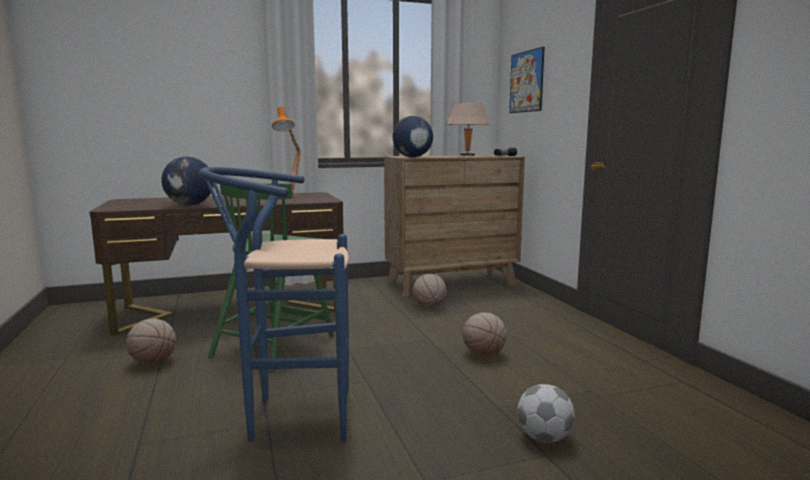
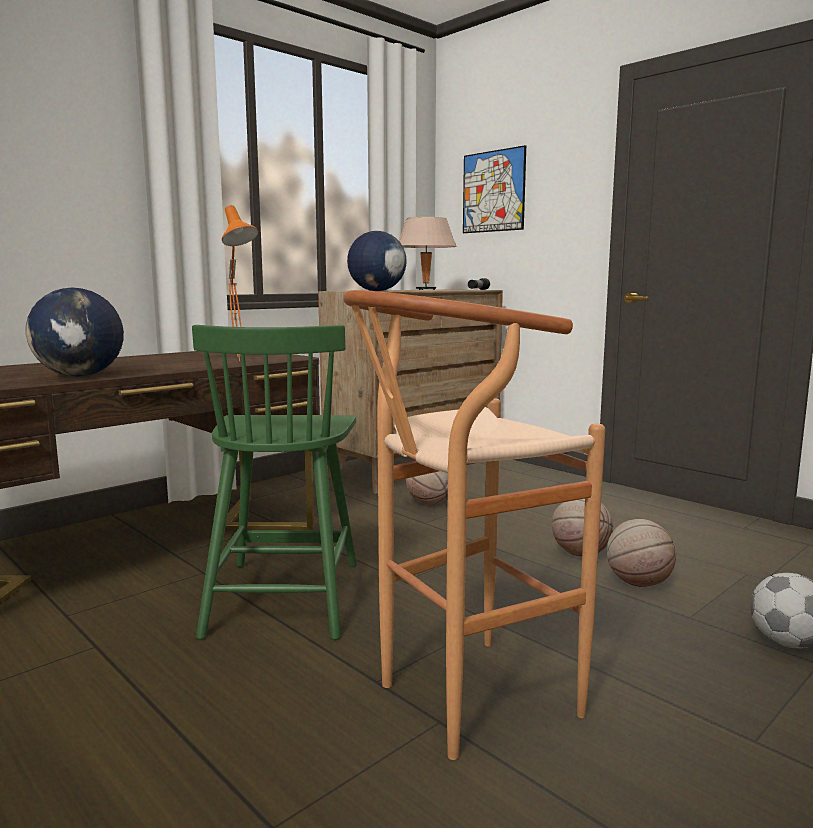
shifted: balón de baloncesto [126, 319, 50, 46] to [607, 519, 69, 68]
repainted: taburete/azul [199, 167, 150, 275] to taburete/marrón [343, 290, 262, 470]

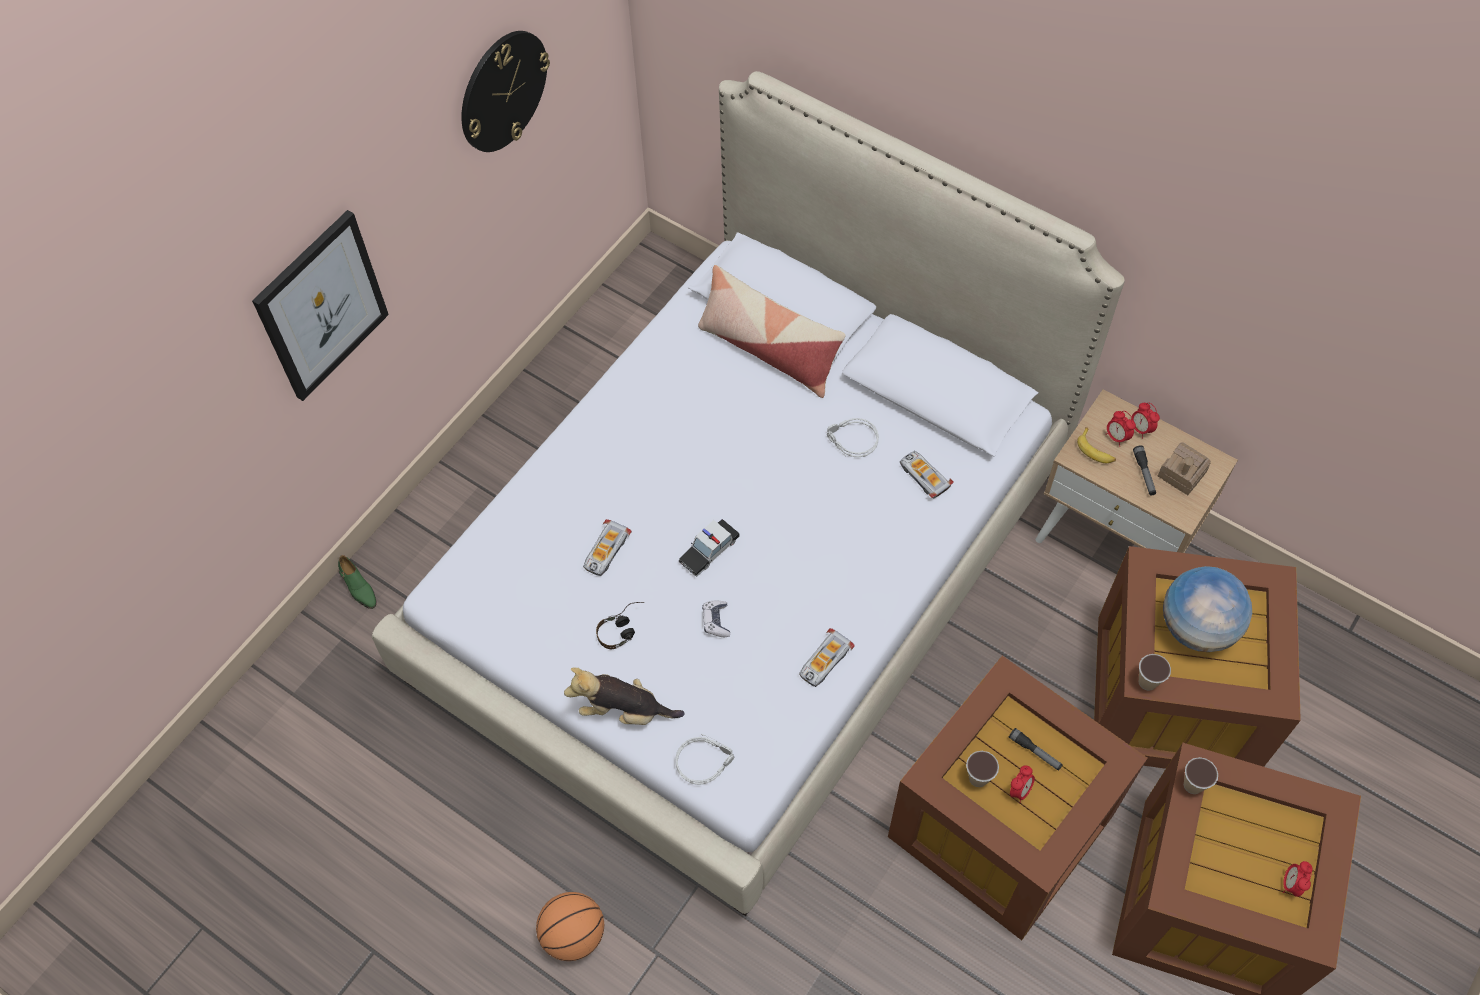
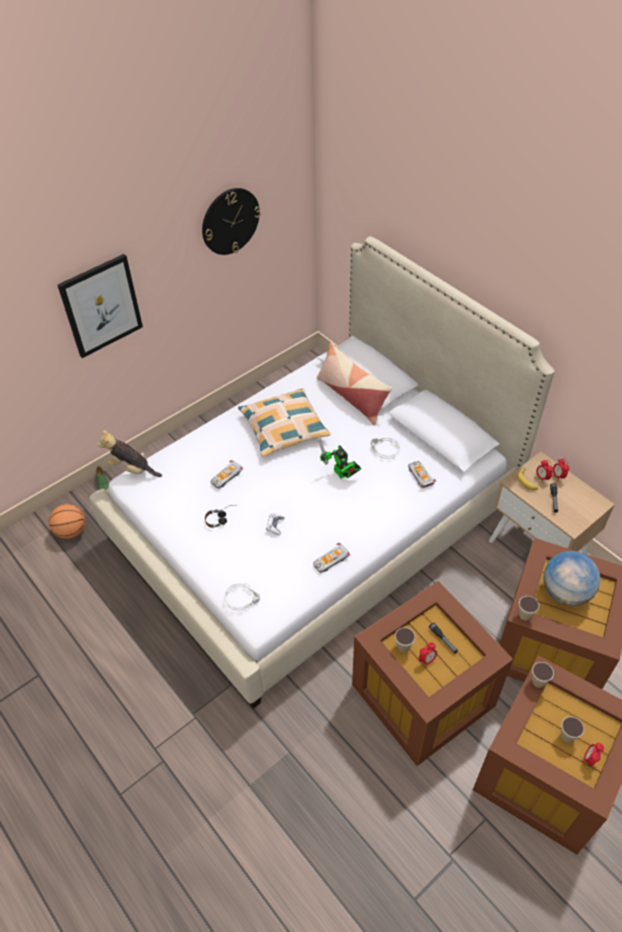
gone: coche de juguete [679, 519, 60, 58]; casita [1158, 442, 53, 53]
new: cojín [238, 388, 93, 68]; robot de juguete [318, 439, 43, 40]; taza [561, 716, 23, 27]
shifted: balón de baloncesto [536, 892, 68, 69] to [49, 504, 37, 35]; peluche [564, 667, 121, 58] to [97, 430, 65, 47]

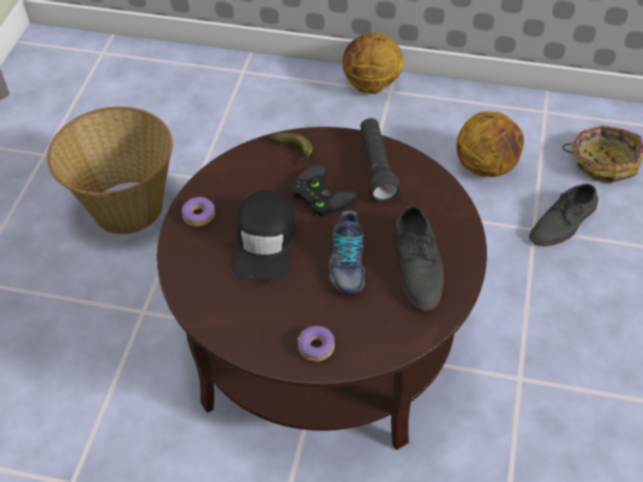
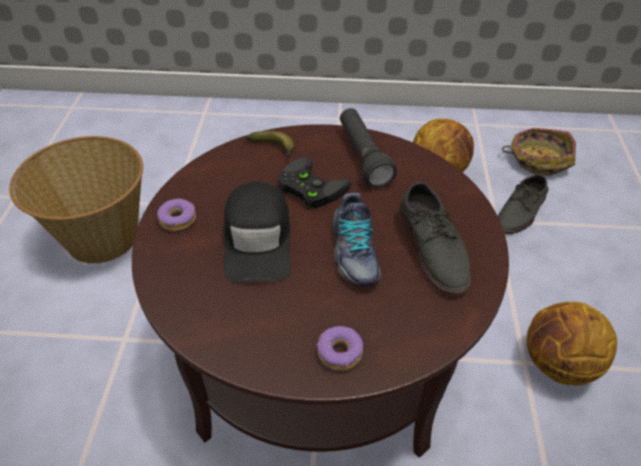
shifted: balón de baloncesto [342, 33, 61, 61] to [526, 302, 91, 84]

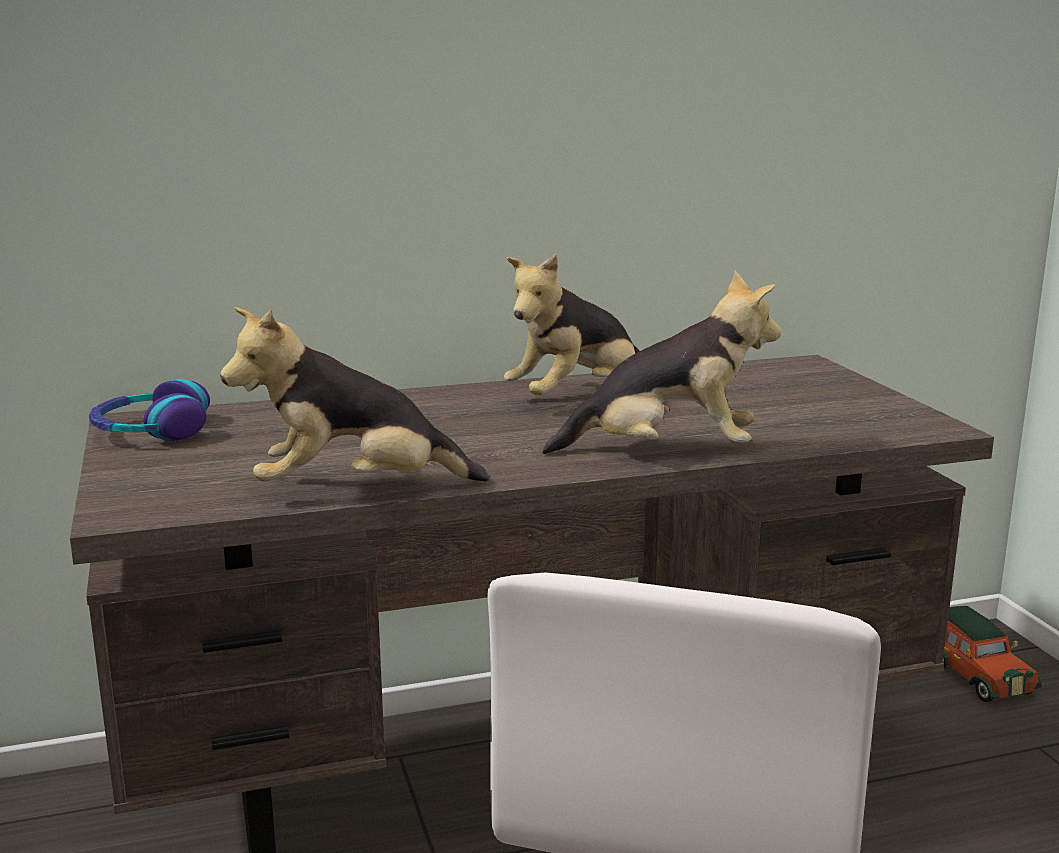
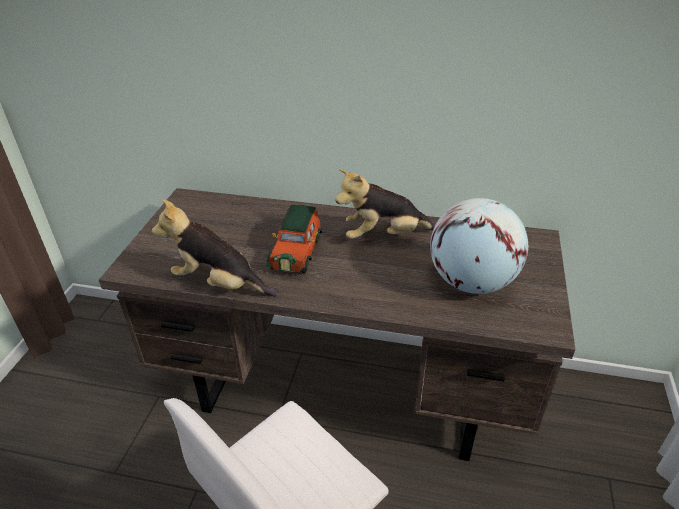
gone: auriculares [89, 379, 121, 62]; peluche [542, 271, 239, 183]
new: globo terráqueo [430, 198, 98, 96]
shifted: coche de juguete [943, 606, 99, 96] to [266, 205, 56, 68]

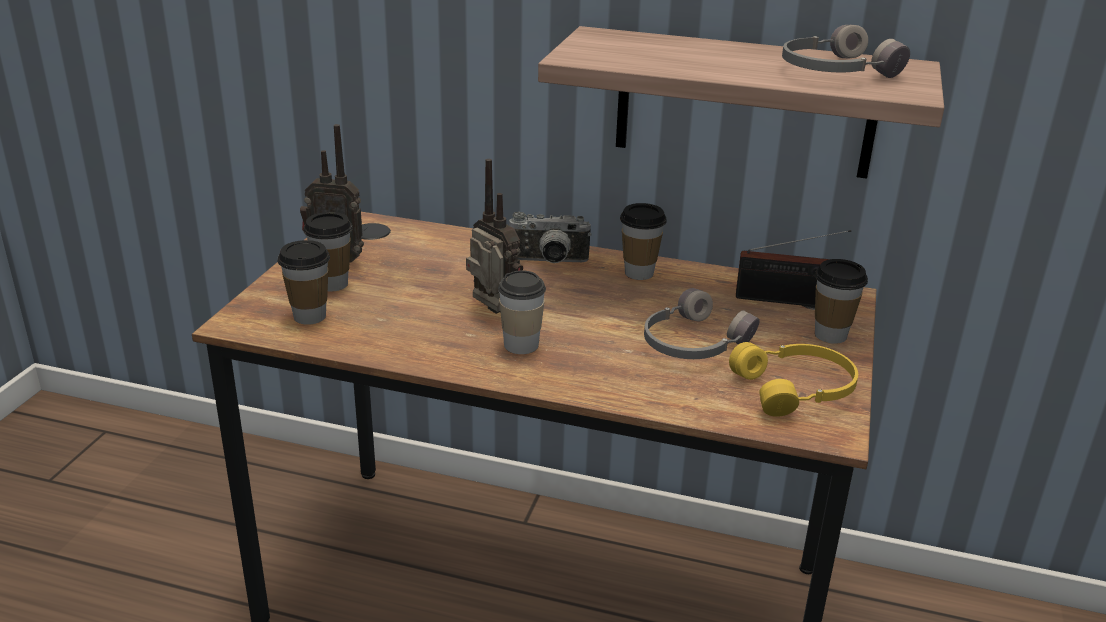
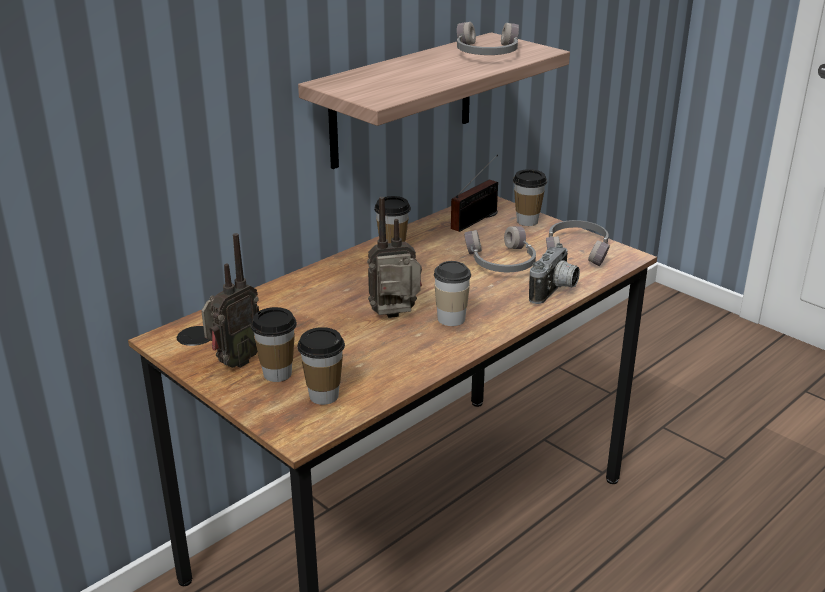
shifted: cámara [509, 212, 82, 51] to [529, 243, 51, 61]
repainted: auriculares/amarillo [729, 342, 129, 75] to auriculares/gris [546, 220, 64, 46]

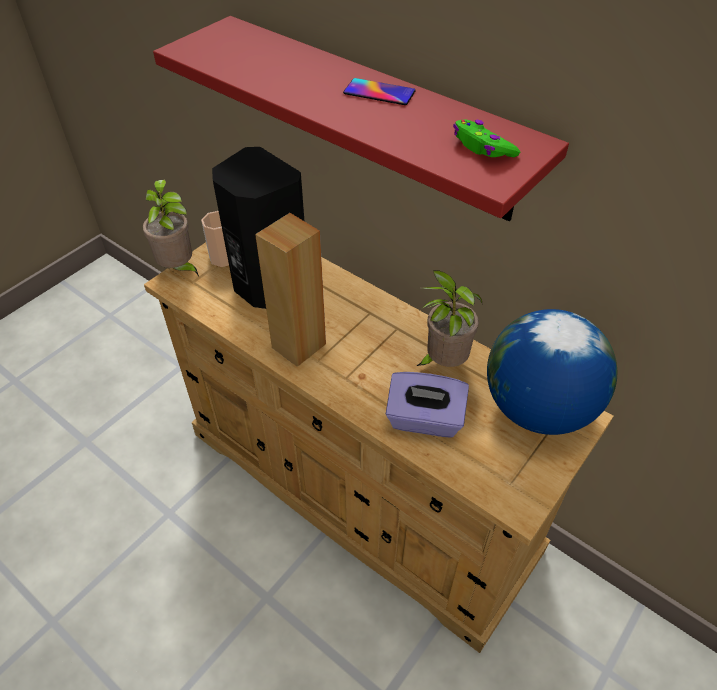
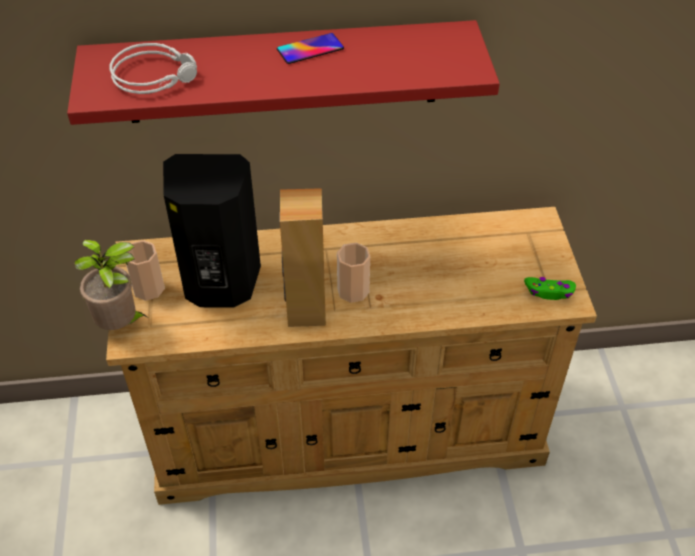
gone: caja de pañuelos/morado [386, 372, 83, 66]; planta en maceta [417, 270, 65, 97]; globo terráqueo [487, 309, 130, 126]
new: auriculares/gris [109, 43, 88, 51]; taza [337, 243, 33, 60]
shifted: mando de consola/verde [453, 119, 67, 38] to [524, 277, 52, 23]

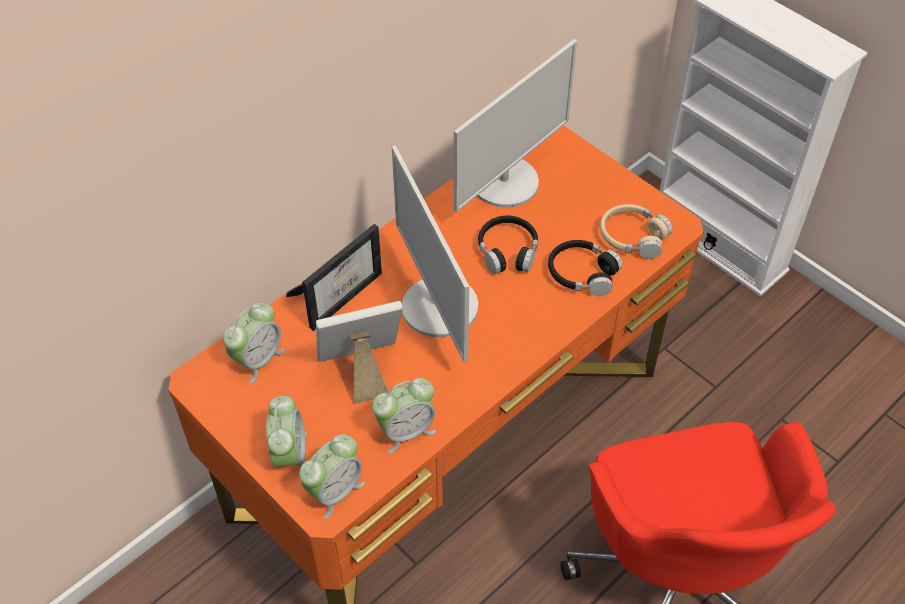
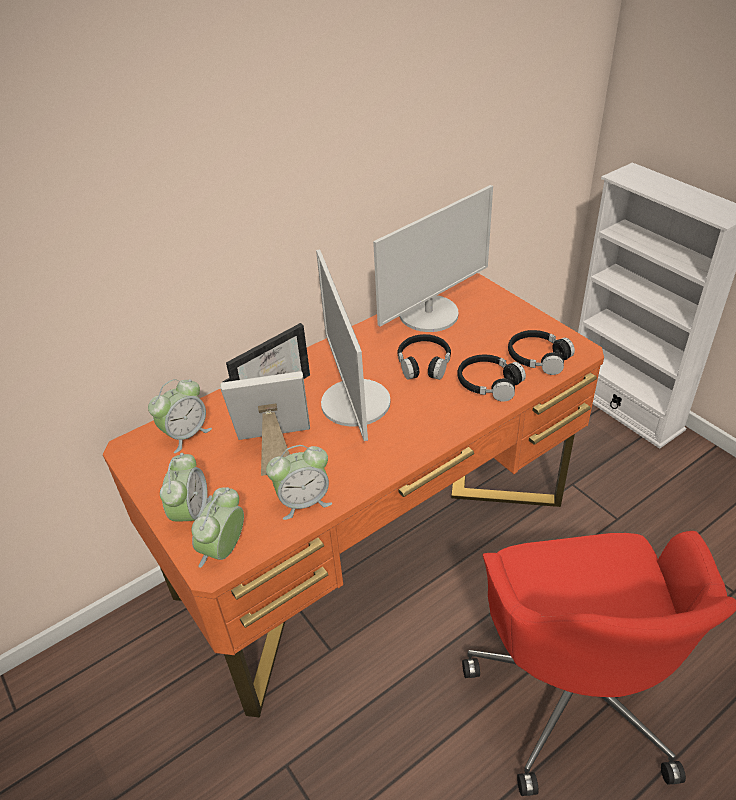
repainted: auriculares/beis [600, 204, 73, 55] to auriculares/negro [508, 330, 67, 45]
rotated: despertador [299, 434, 66, 85] = [191, 487, 53, 81] 150 degrees clockwise

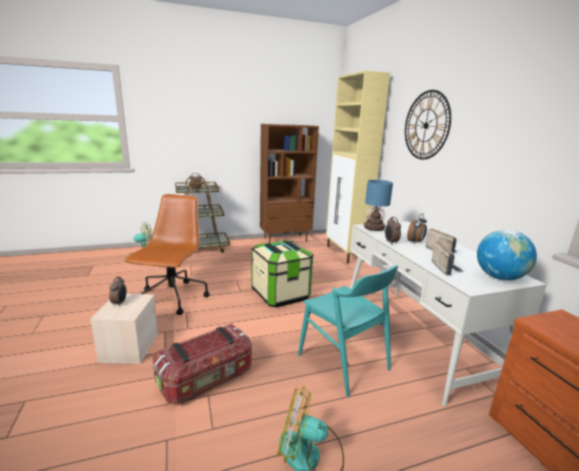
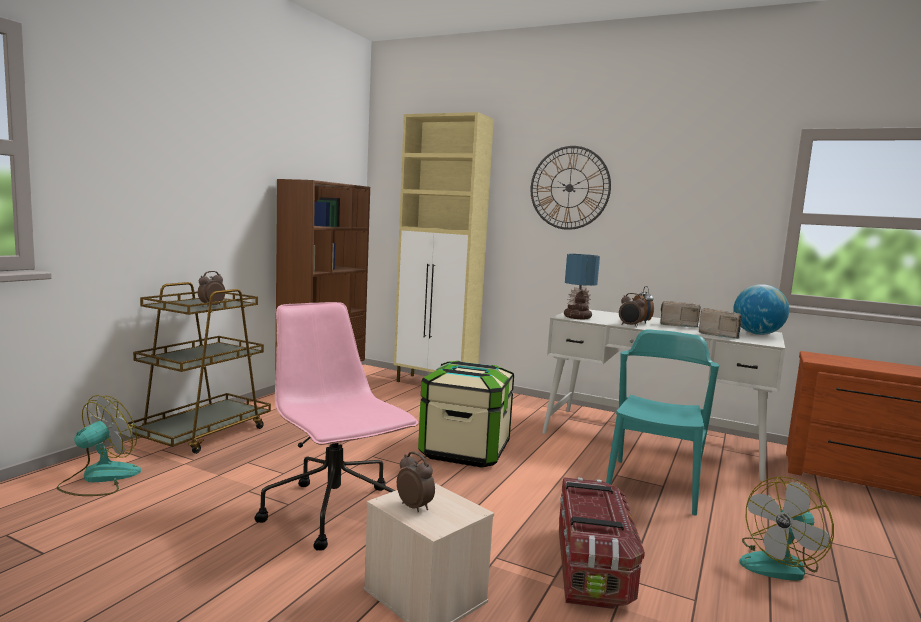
repainted: silla de oficina/marrón [124, 194, 86, 121] to silla de oficina/rosa [254, 302, 165, 249]
rotated: silla/turquesa [298, 265, 100, 132] = [606, 329, 113, 186] 75 degrees counterclockwise

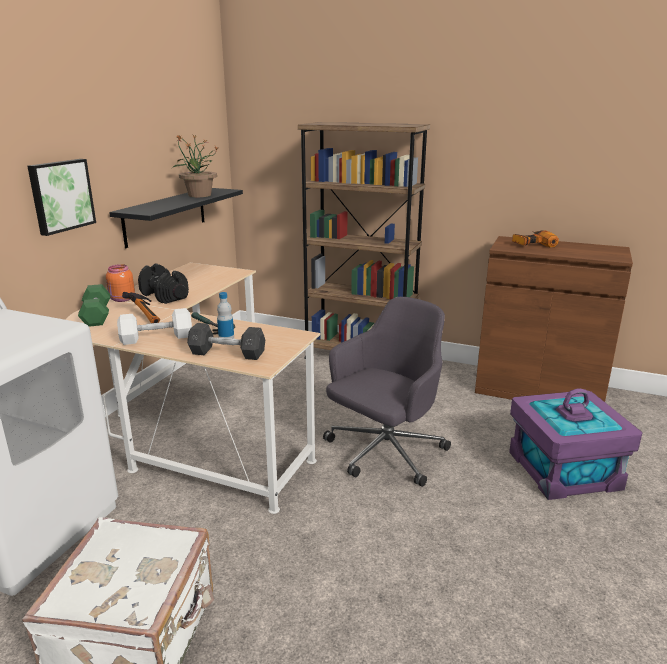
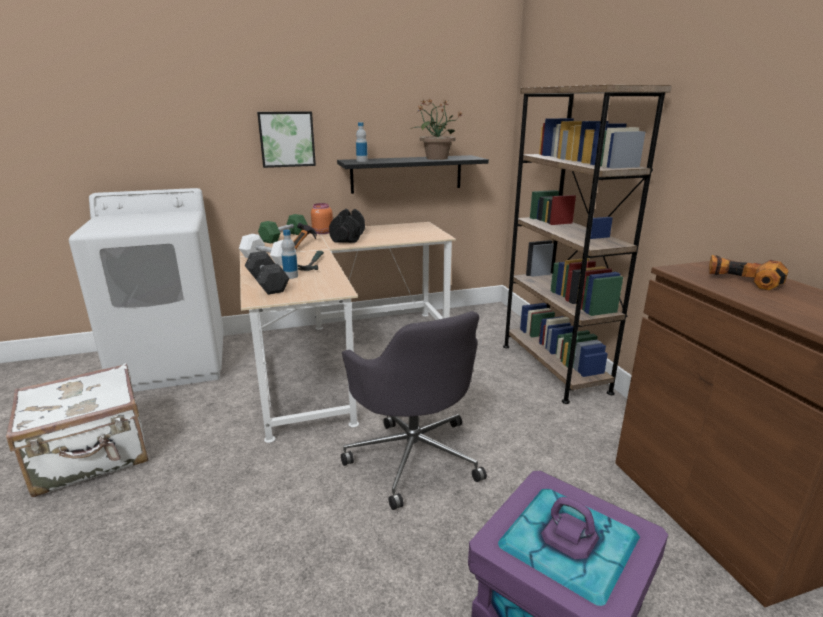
new: botella [356, 122, 12, 40]
rotated: silla de oficina/gris [323, 297, 128, 190] = [341, 311, 146, 199] 60 degrees clockwise

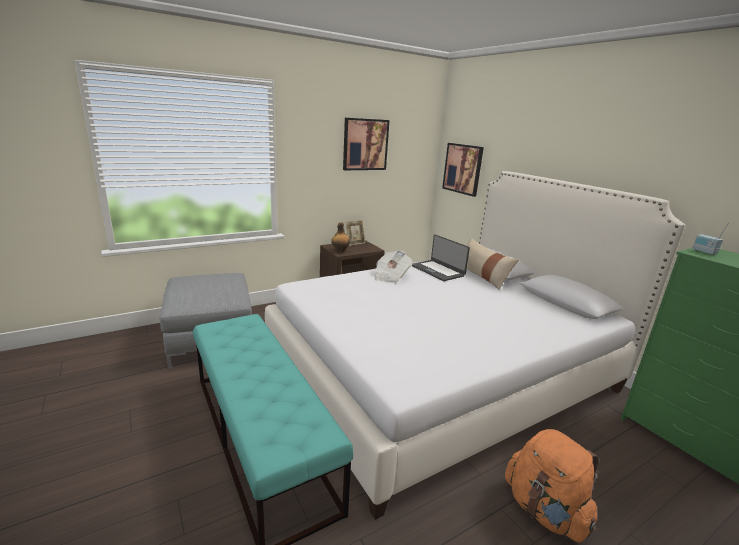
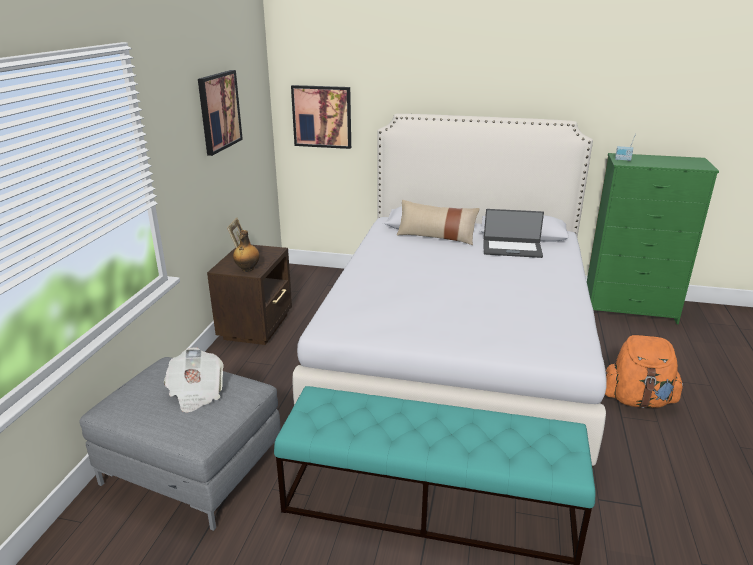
shifted: periódico [375, 250, 38, 32] to [164, 347, 60, 66]; portátil [412, 234, 58, 47] to [483, 209, 61, 49]

